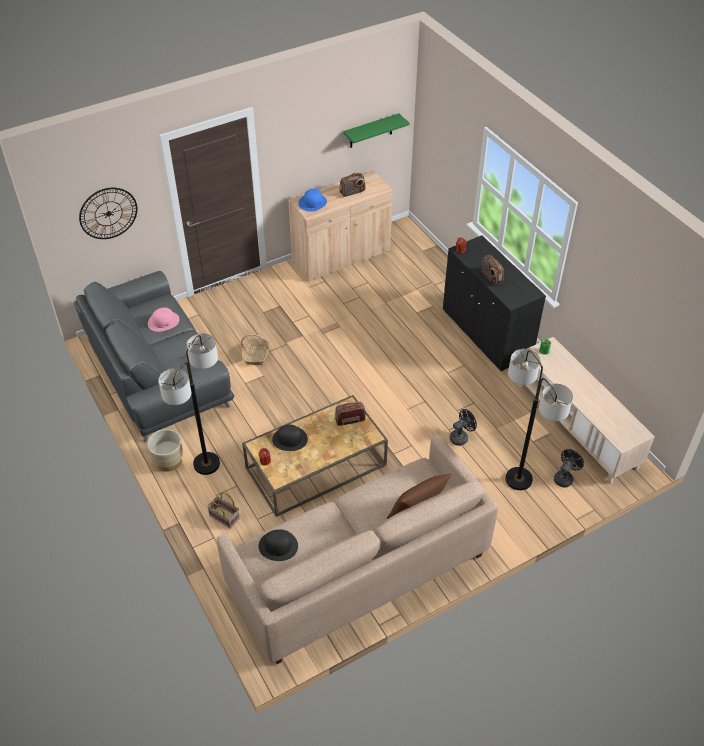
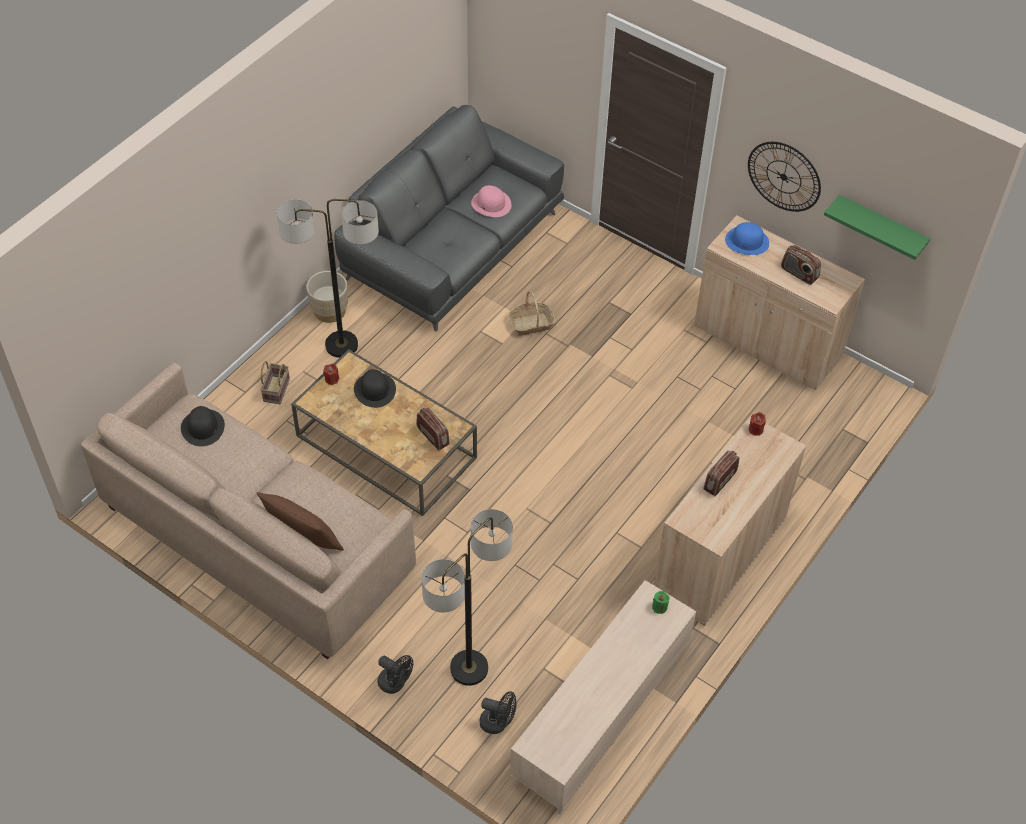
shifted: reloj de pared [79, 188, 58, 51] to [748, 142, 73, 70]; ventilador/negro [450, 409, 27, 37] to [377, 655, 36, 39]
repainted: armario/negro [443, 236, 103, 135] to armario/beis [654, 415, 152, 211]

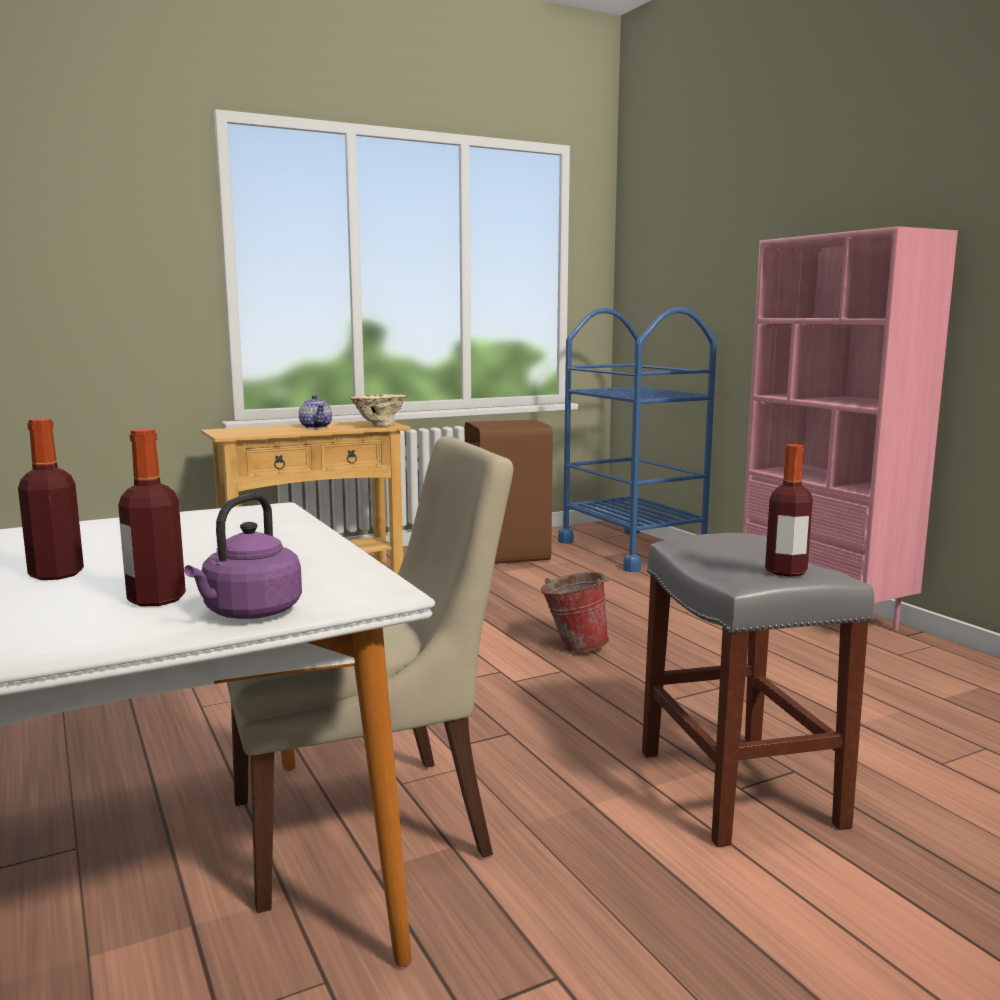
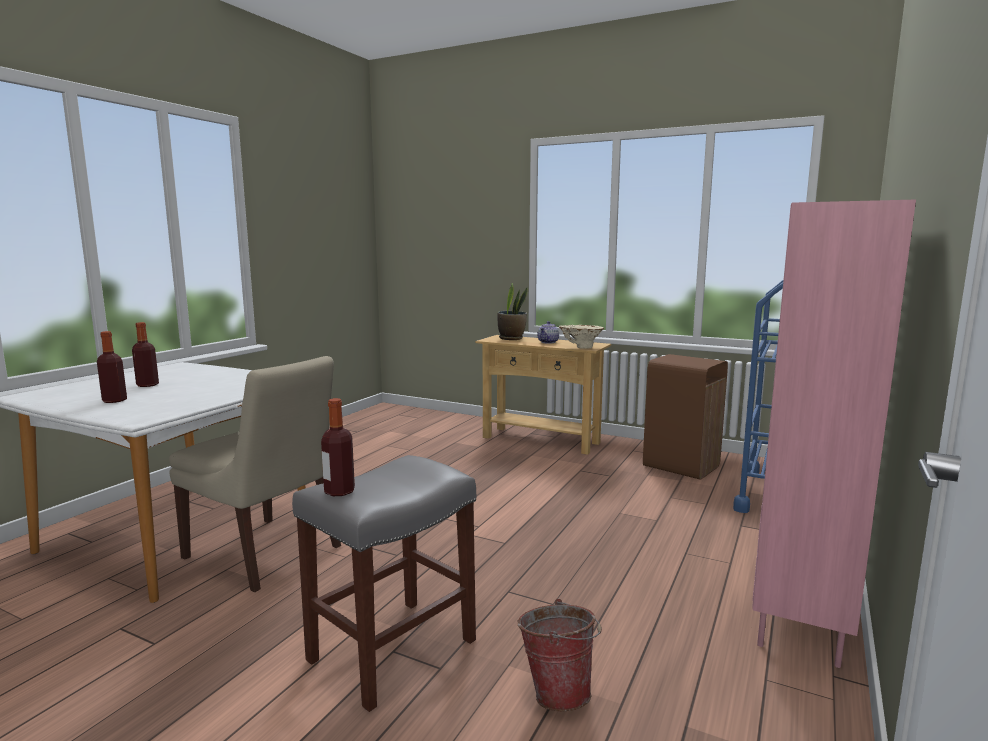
gone: hervidor/morado [184, 493, 118, 126]
new: planta en maceta [498, 283, 30, 57]
shifted: cubo [541, 572, 68, 81] to [518, 599, 84, 112]

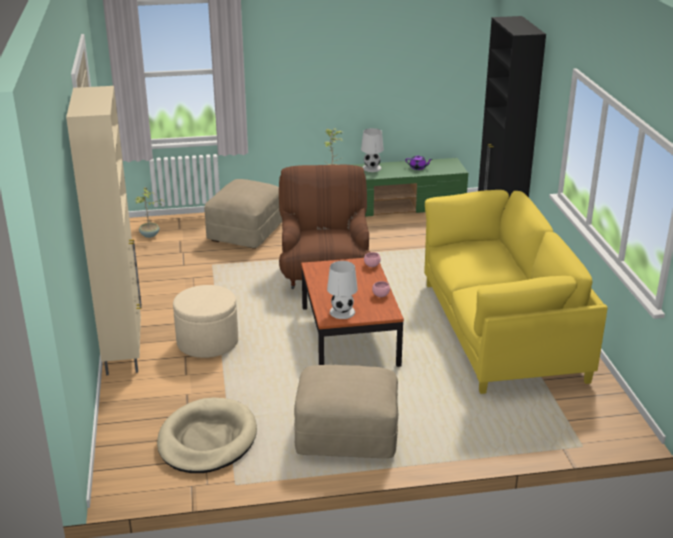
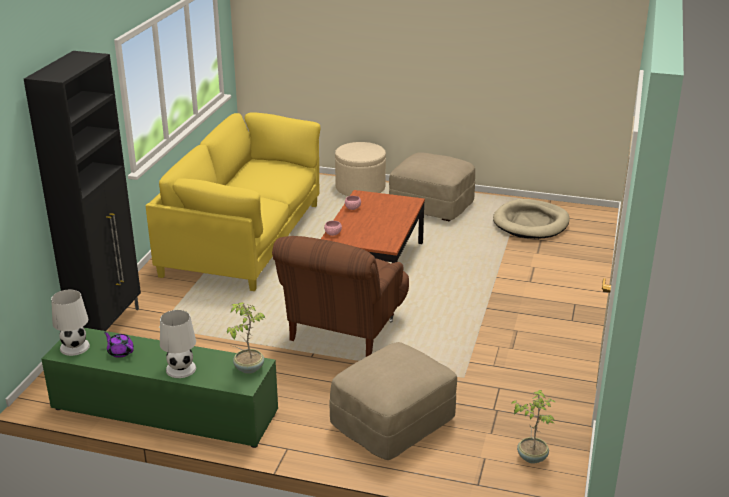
gone: armario/beis [66, 86, 76, 289]
shifted: puf/beis [173, 285, 65, 73] to [335, 142, 51, 54]; lámpara de mesa/blanco [327, 261, 31, 58] to [51, 289, 39, 67]

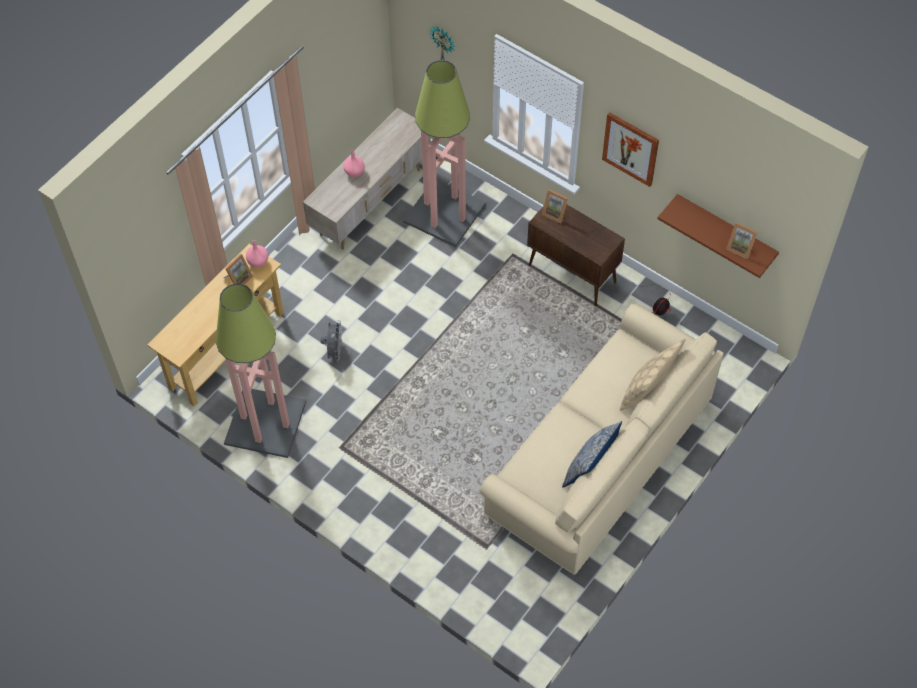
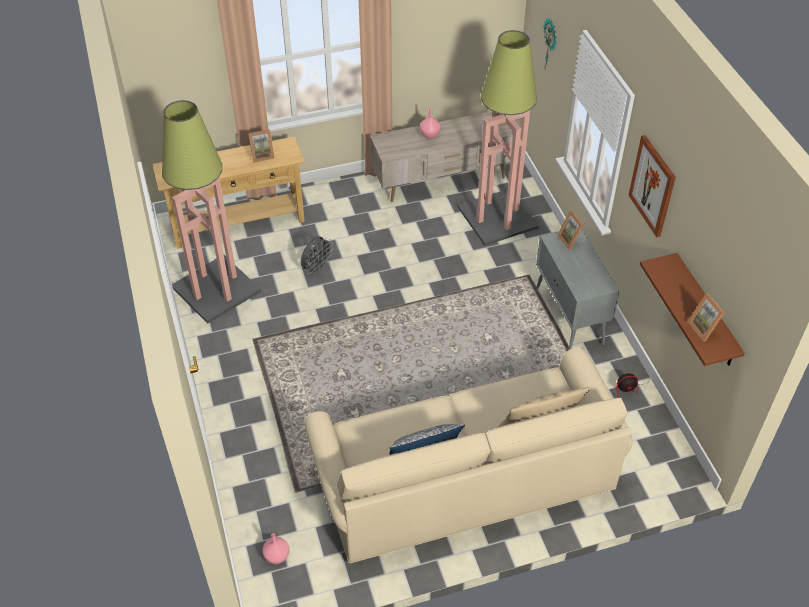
shifted: florero/rosa [246, 240, 22, 28] to [263, 533, 26, 31]
repainted: armario/marrón [527, 204, 98, 102] to armario/gris [535, 229, 85, 121]

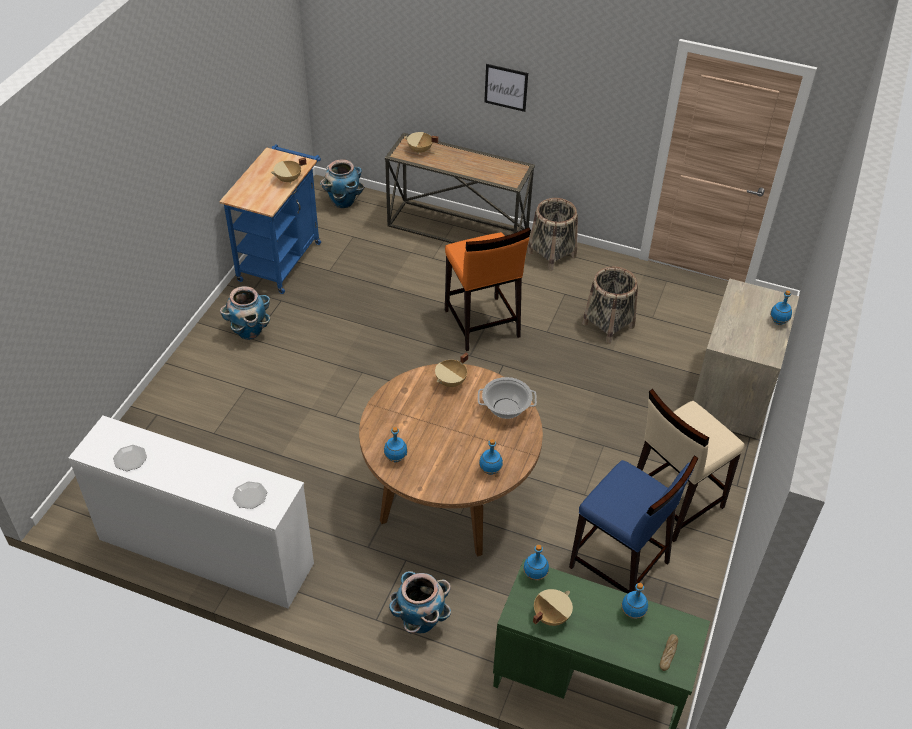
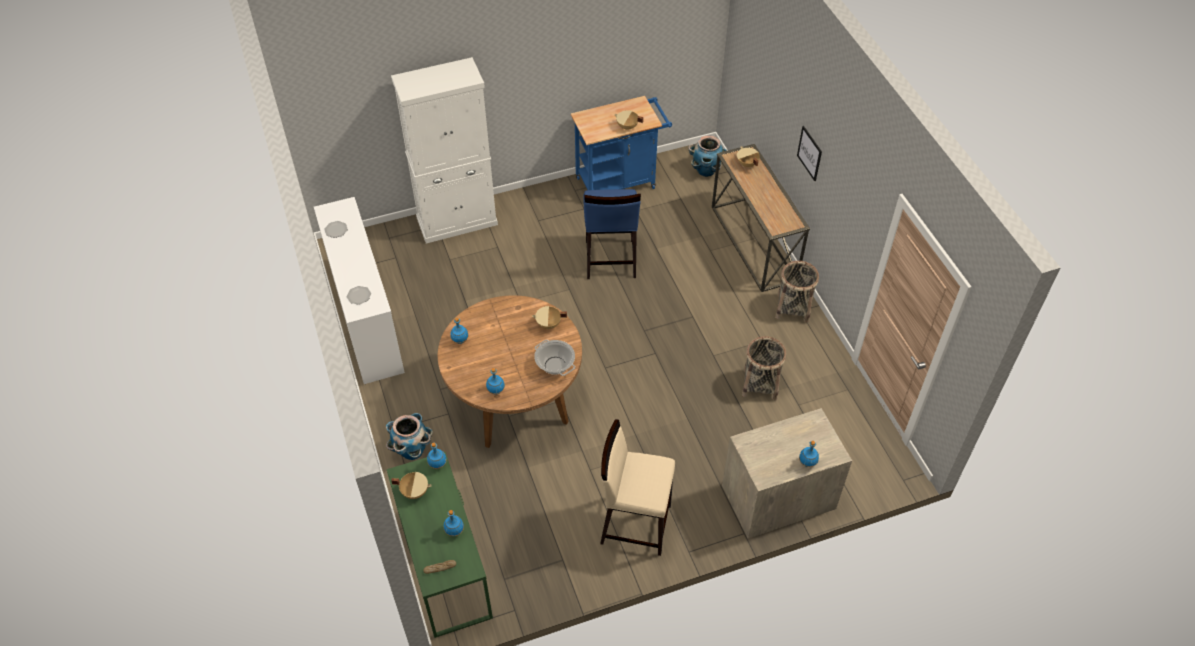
gone: maceta [220, 286, 50, 54]; taburete/naranja [445, 228, 86, 123]
new: armario/blanco [391, 57, 107, 187]
shifted: taburete/azul [569, 455, 129, 138] to [583, 189, 58, 90]

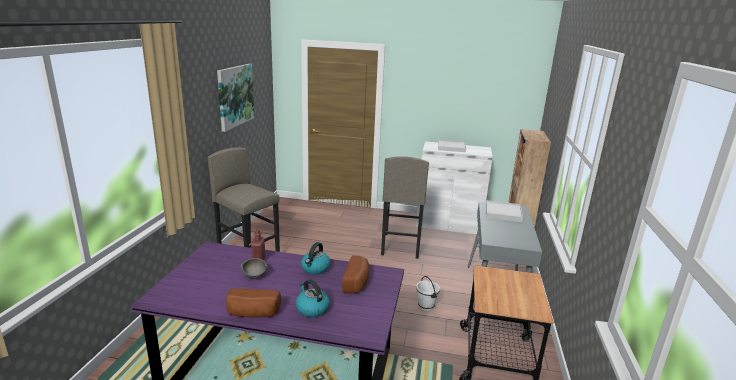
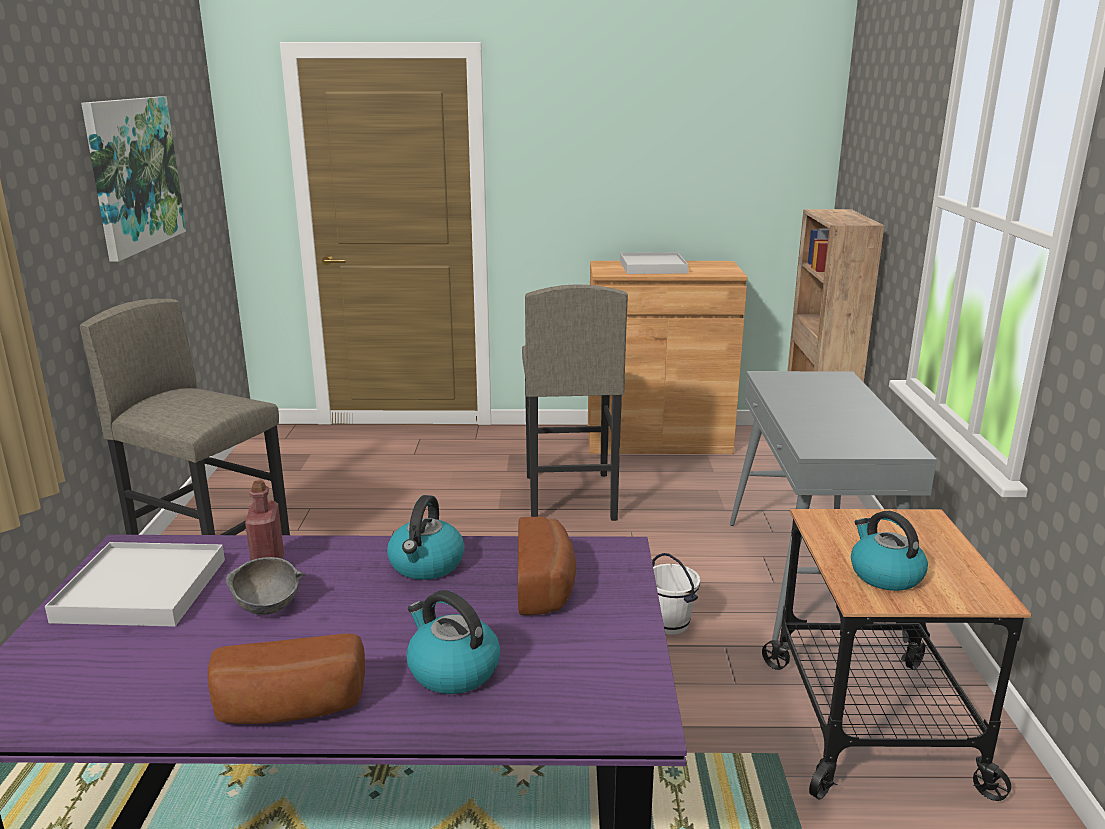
new: hervidor [851, 511, 77, 80]
shifted: bandeja/blanco [486, 200, 37, 22] to [45, 542, 180, 85]
repainted: armario/blanco [416, 141, 77, 93] to armario/marrón [588, 261, 160, 193]

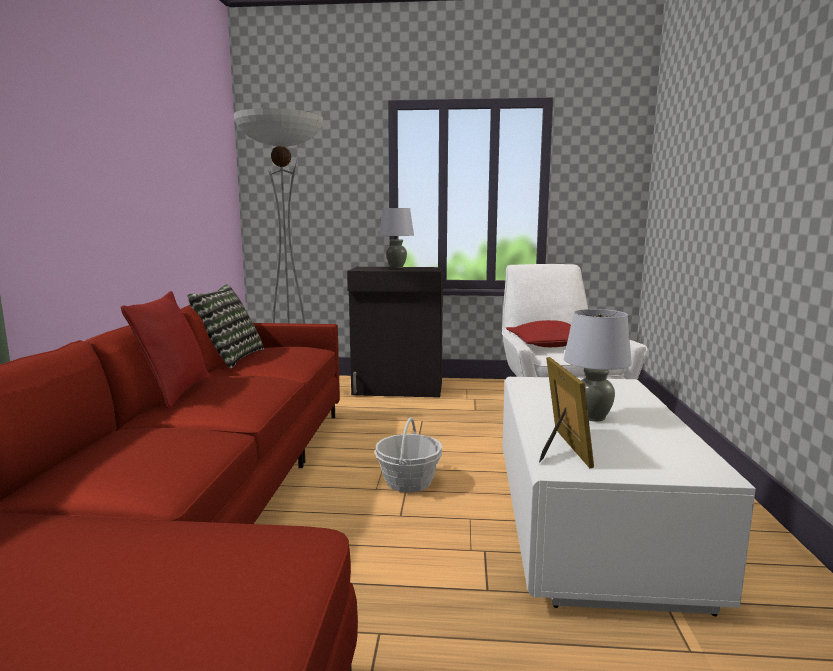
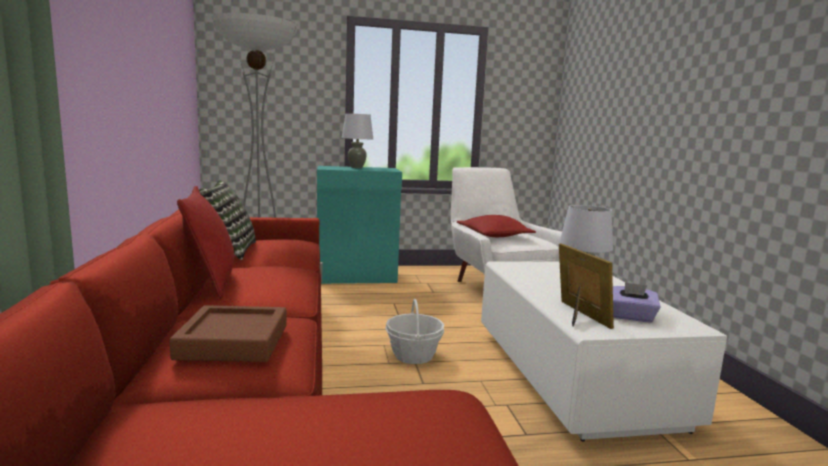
new: bandeja/marrón [170, 305, 116, 57]; caja de pañuelos/morado [613, 282, 48, 41]
repainted: armario/negro [347, 267, 96, 131] to armario/turquesa [317, 166, 85, 118]

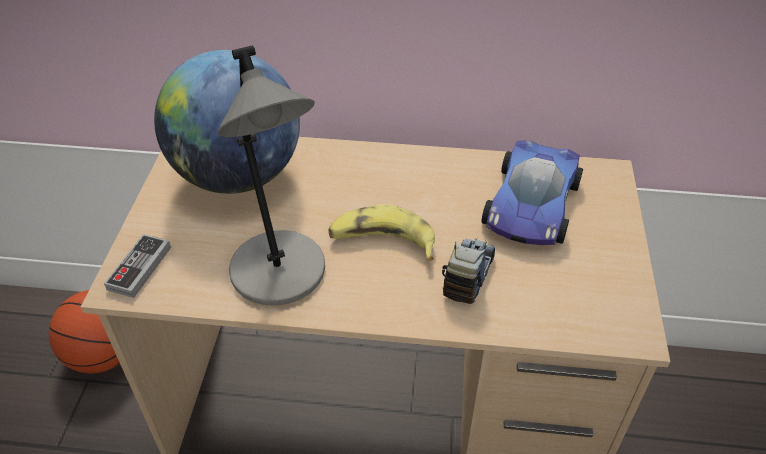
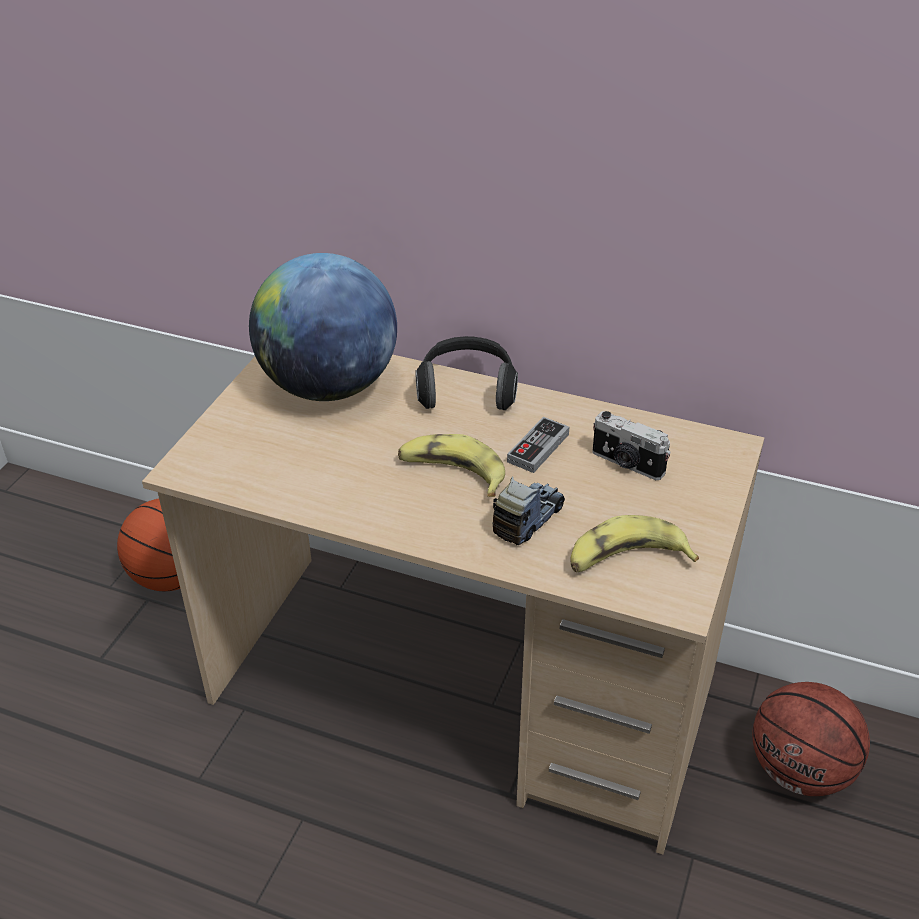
gone: lámpara de mesa/gris [217, 45, 108, 261]
new: auriculares [415, 336, 103, 74]; plátano [570, 515, 129, 58]; balón de baloncesto [752, 682, 118, 114]
shifted: mando de consola [104, 234, 67, 64] to [507, 417, 62, 56]
swapped: coche de juguete [482, 140, 101, 105] to cámara [592, 411, 79, 69]

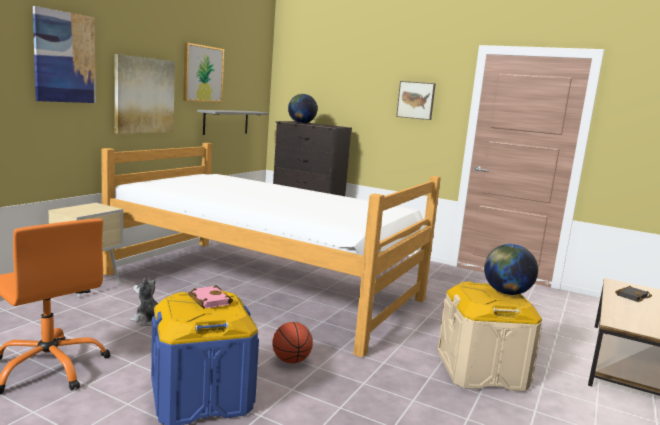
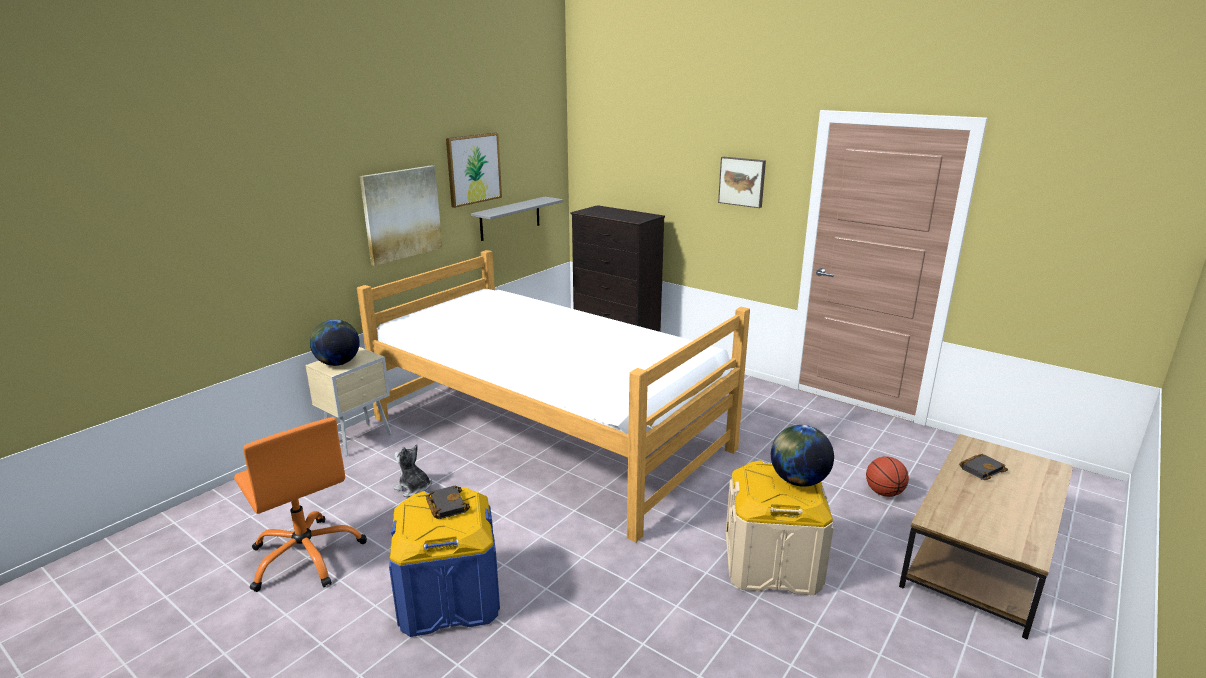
gone: cuadro [33, 6, 62, 97]
shifted: balón de baloncesto [272, 322, 41, 41] to [866, 456, 43, 41]; globo terráqueo [288, 94, 29, 30] to [310, 319, 50, 47]
repainted: libro/rosa [188, 285, 45, 24] to libro/negro [426, 485, 44, 34]

